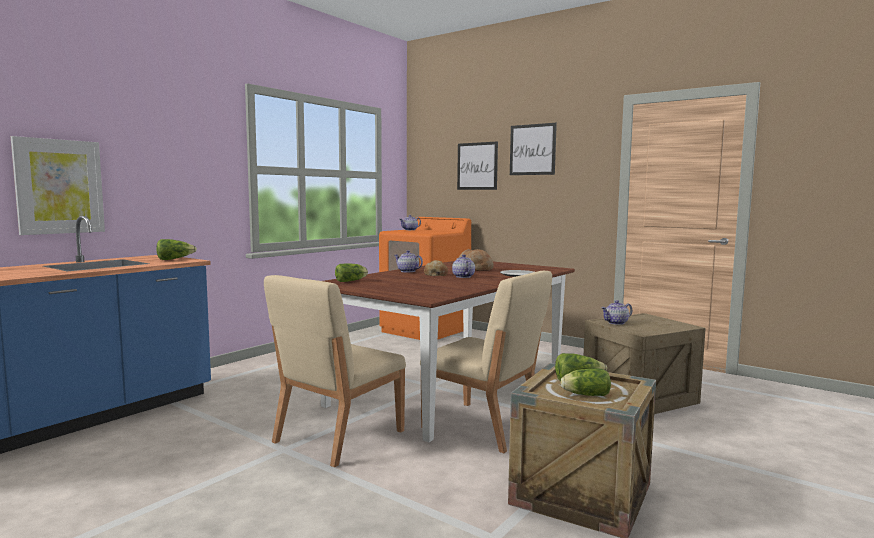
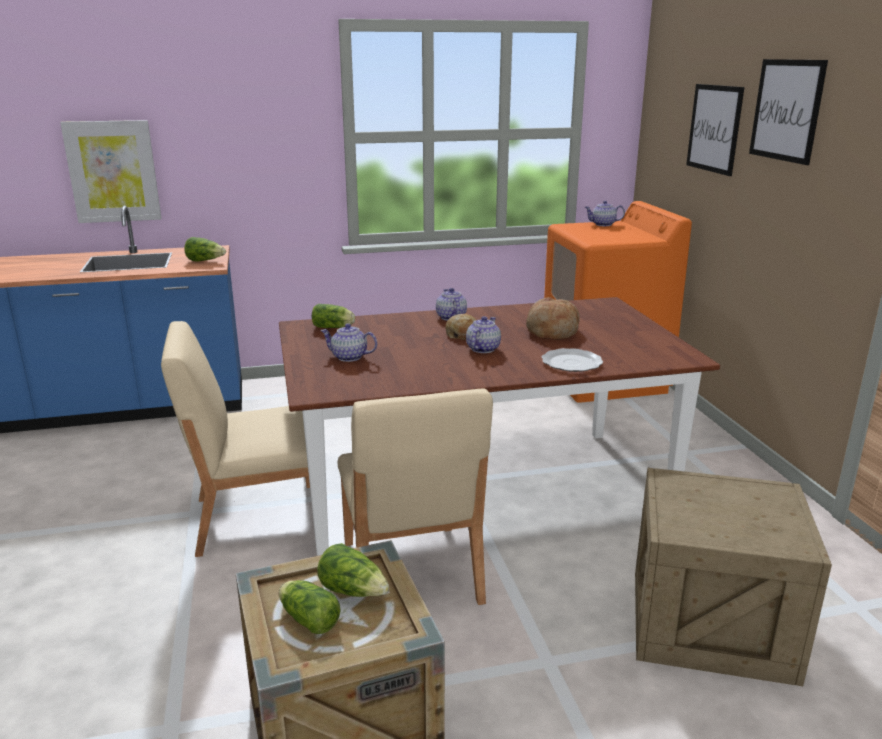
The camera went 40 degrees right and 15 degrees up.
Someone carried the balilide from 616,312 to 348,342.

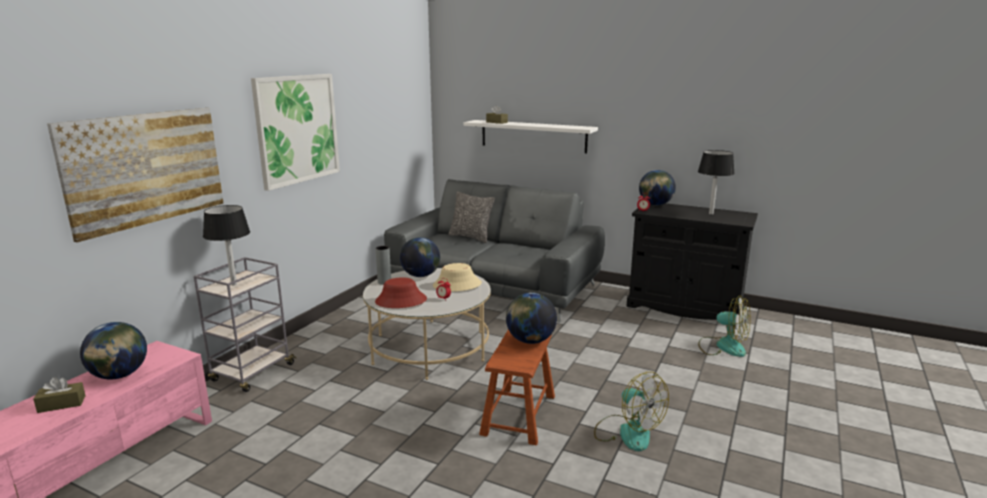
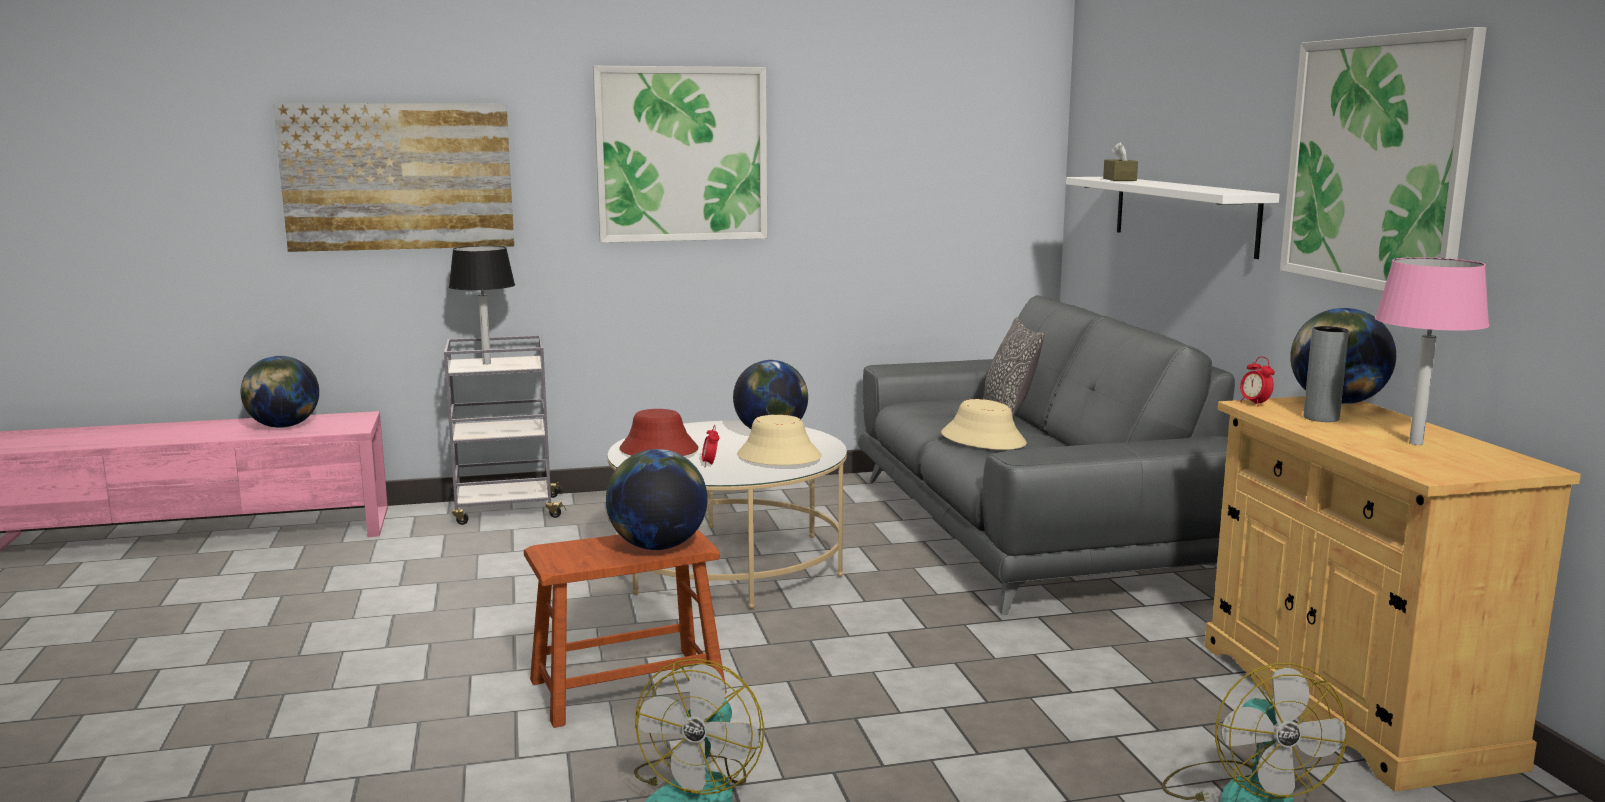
The camera went 50 degrees right and 5 degrees down.
Someone took away the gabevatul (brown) at 59,395.
Someone put down the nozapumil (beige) at 984,424.
Someone put up the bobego at 1383,159.
Someone carried the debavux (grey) from 383,265 to 1326,374.
Someone repainted the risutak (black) at 692,265, which became the risutak (beige) at 1392,593.
Someone repainted the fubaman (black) at 716,182, which became the fubaman (pink) at 1432,351.

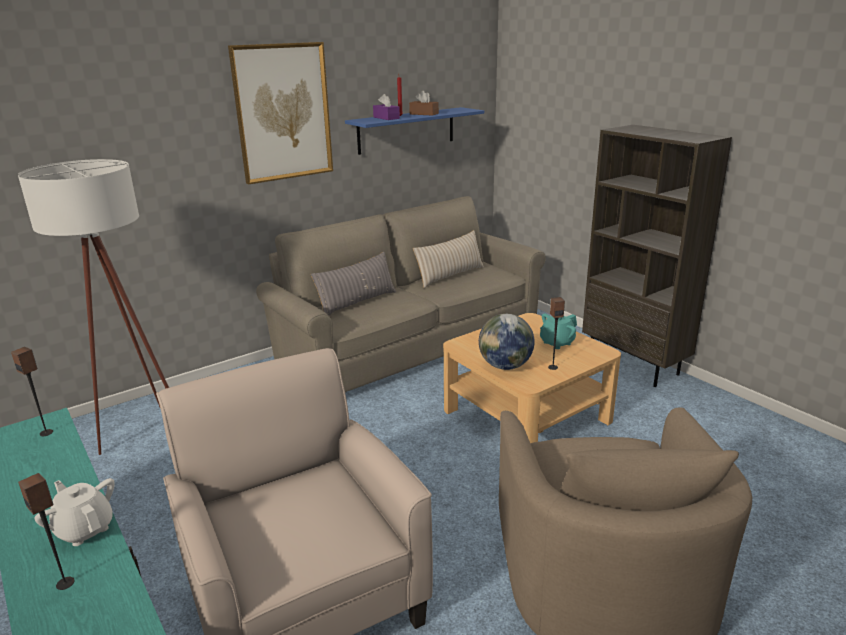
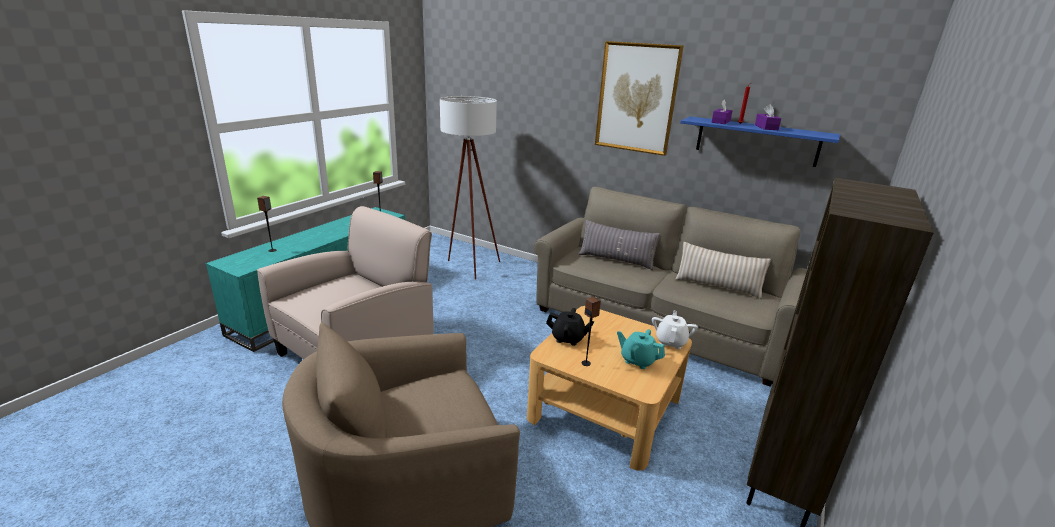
The camera went 65 degrees right and 0 degrees up.
Someone carried the balilide (white) from 75,512 to 675,330.
Someone swapped the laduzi at 507,342 for the balilide (black) at 570,327.
Someone repainted the gabevatul (brown) at 424,103, which became the gabevatul (purple) at 768,117.

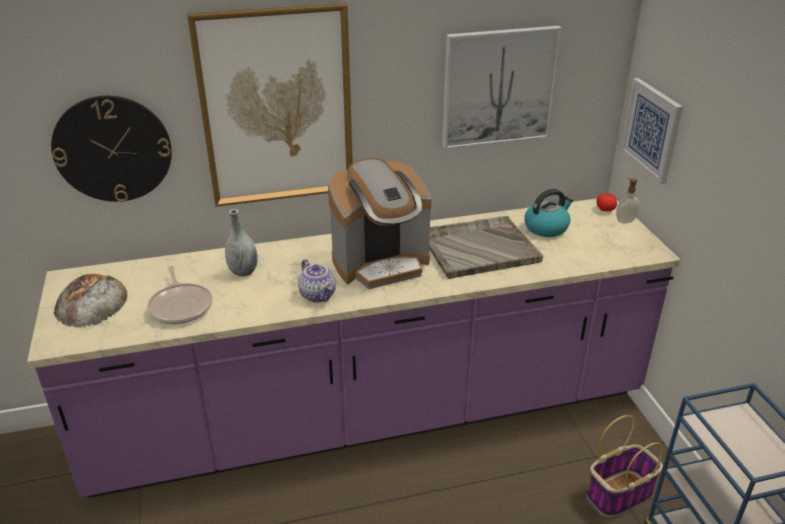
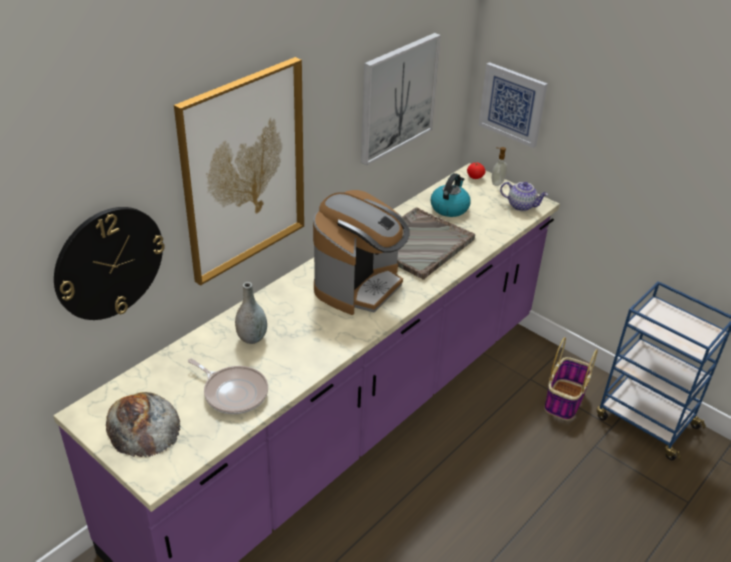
The camera went 35 degrees left and 5 degrees up.
Someone carried the balilide from 317,281 to 524,196.

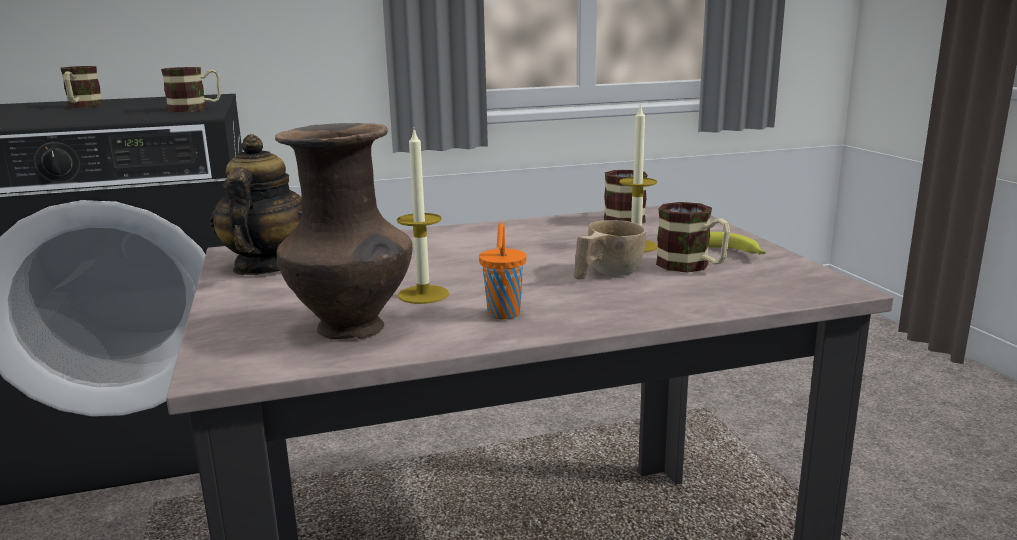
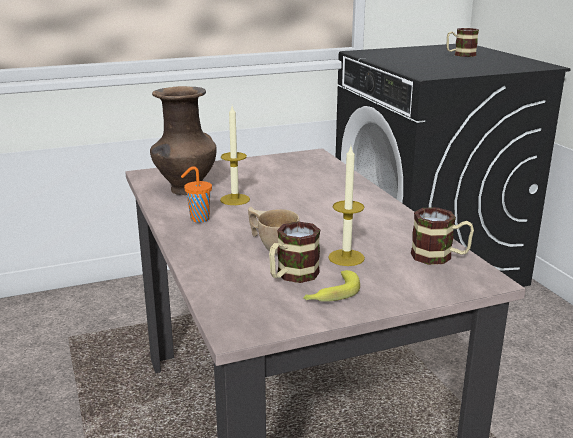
The camera went 85 degrees right and 5 degrees up.
Someone took away the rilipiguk at 191,89.
Someone took away the balilide at 256,204.

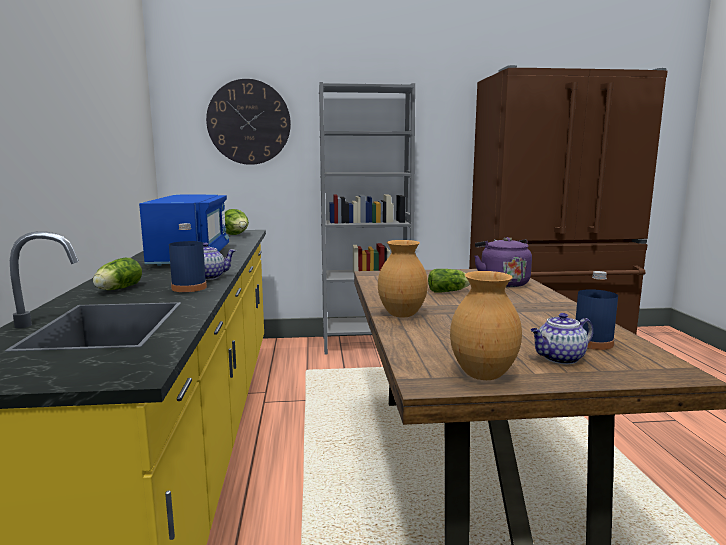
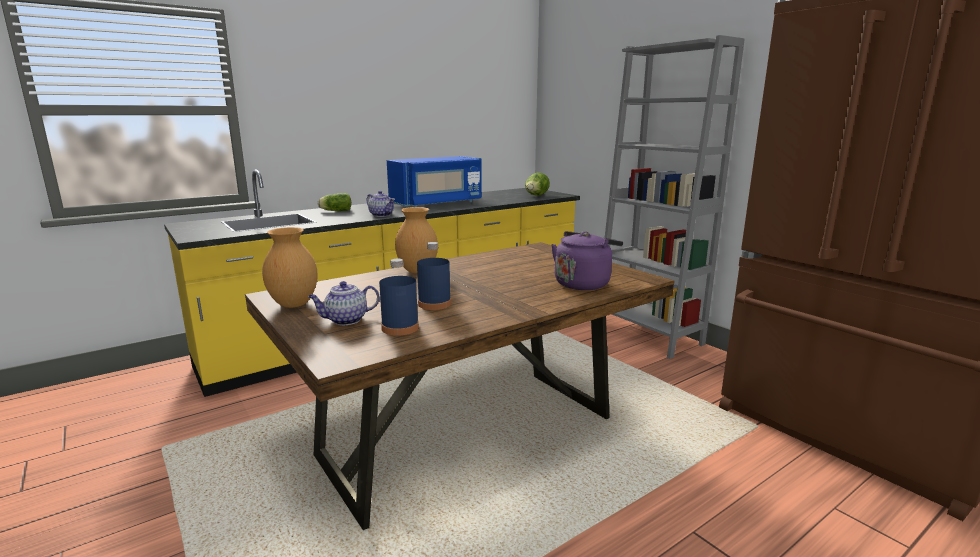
The camera went 60 degrees right and 5 degrees up.
Someone took away the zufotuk at 248,122.
Someone took away the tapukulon at 449,281.
Someone carried the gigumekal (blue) from 188,257 to 434,276.
Someone rotated the balilide at 562,338 by 60 degrees counterclockwise.

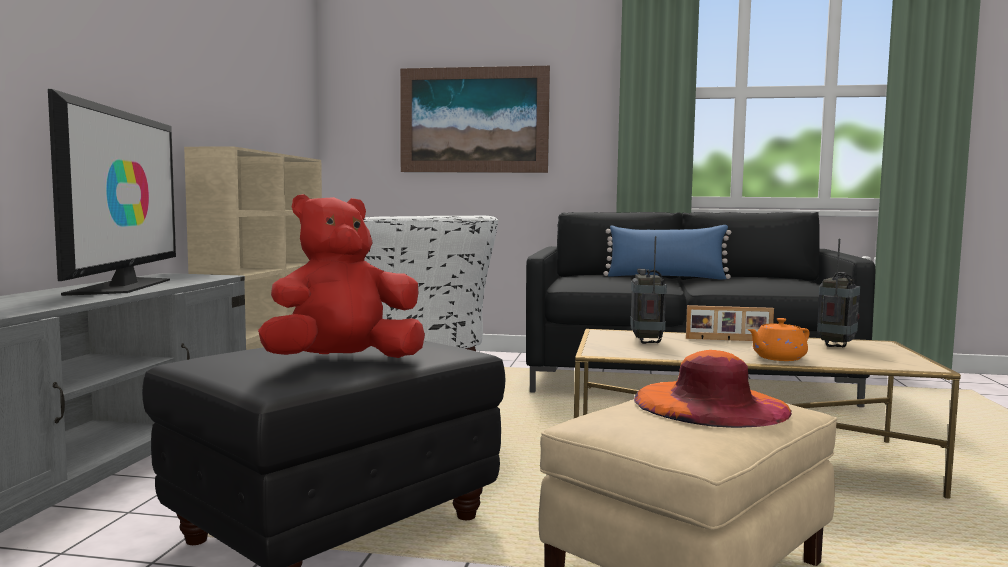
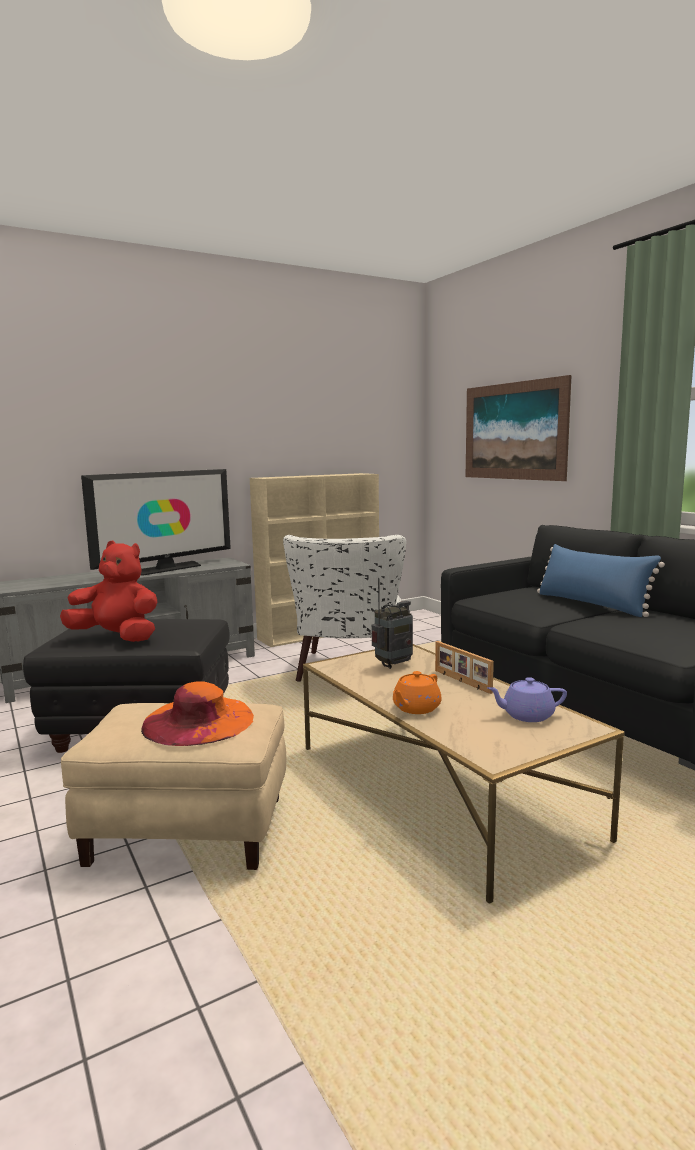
The camera went 50 degrees right and 5 degrees up.
Someone swapped the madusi at 838,293 for the balilide (purple) at 527,699.
Someone rotated the balilide (orange) at 778,339 by 75 degrees counterclockwise.

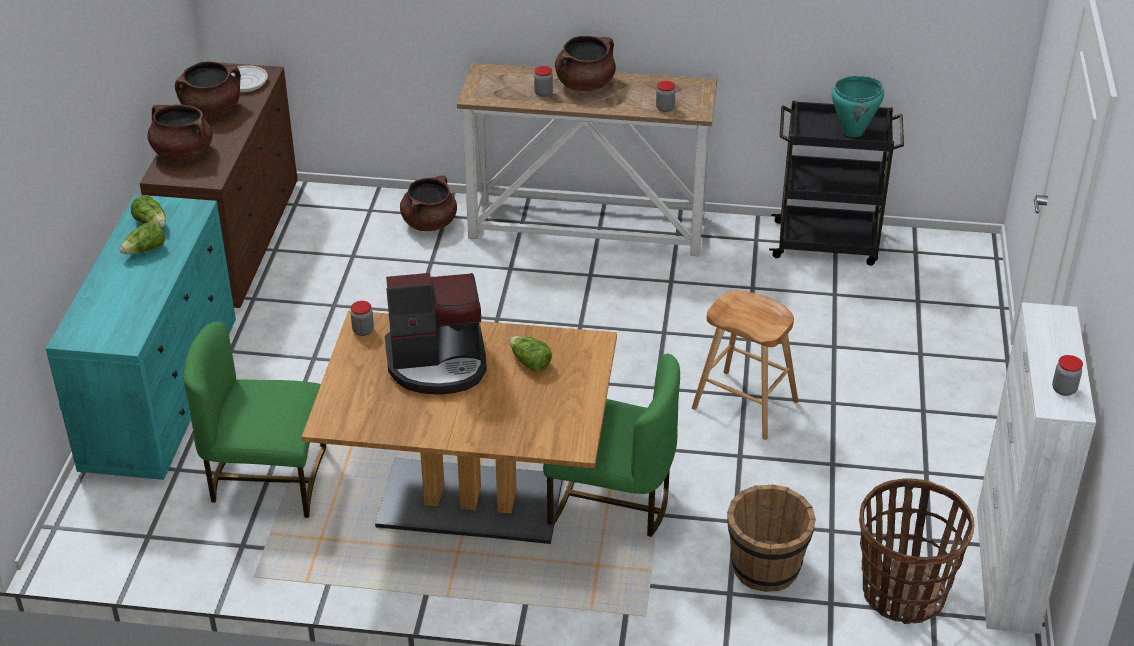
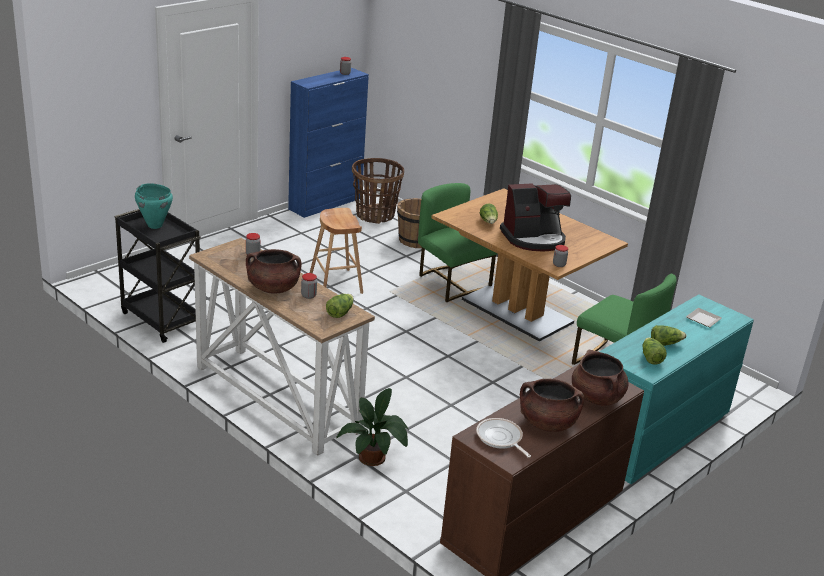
The camera went 145 degrees left and 10 degrees down.
Someone put down the tapukulon at 339,306.
Someone put down the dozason at 704,317.
Someone swapped the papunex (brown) at 428,203 for the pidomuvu at 372,427.
Someone repainted the risutak (white) at 1036,468, which became the risutak (blue) at 328,143.
Someone rotated the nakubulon at 436,334 by 135 degrees clockwise.

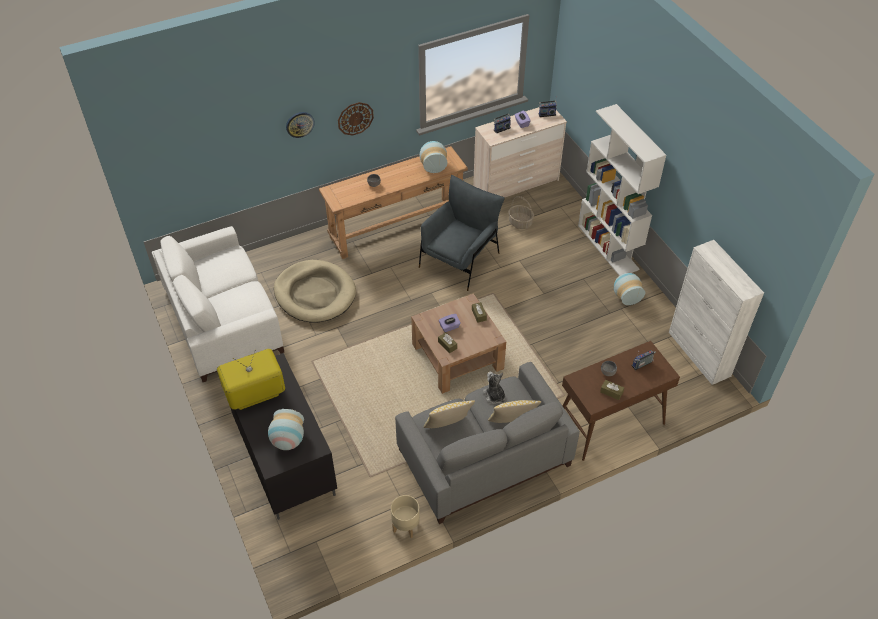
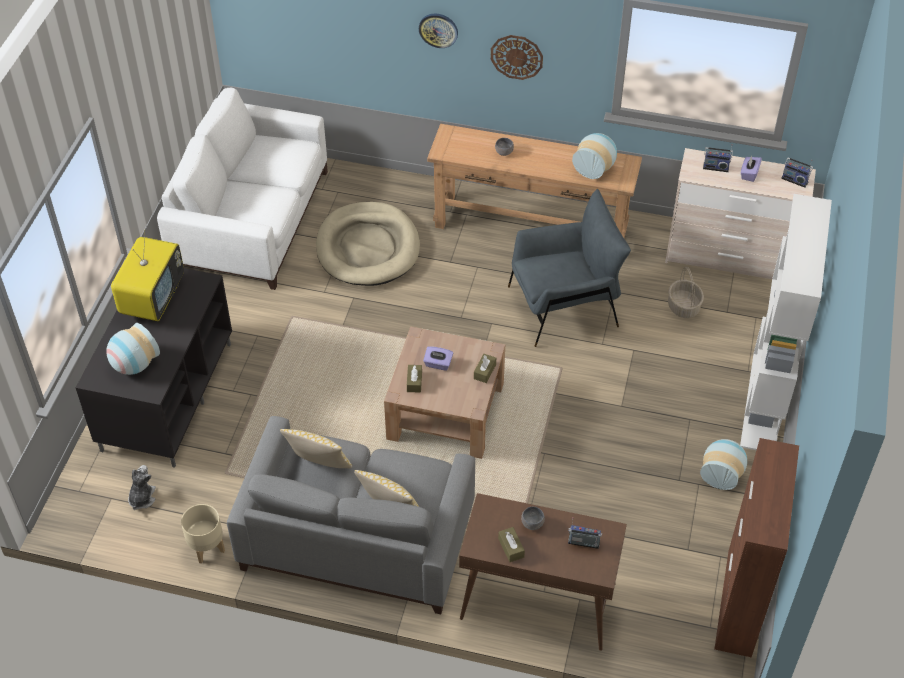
The camera went 40 degrees right and 0 degrees up.
Someone carried the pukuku from 494,388 to 142,487.
Someone repainted the risutak (white) at 716,312, which became the risutak (brown) at 756,547.
Someone rotated the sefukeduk at 251,379 by 90 degrees clockwise.

